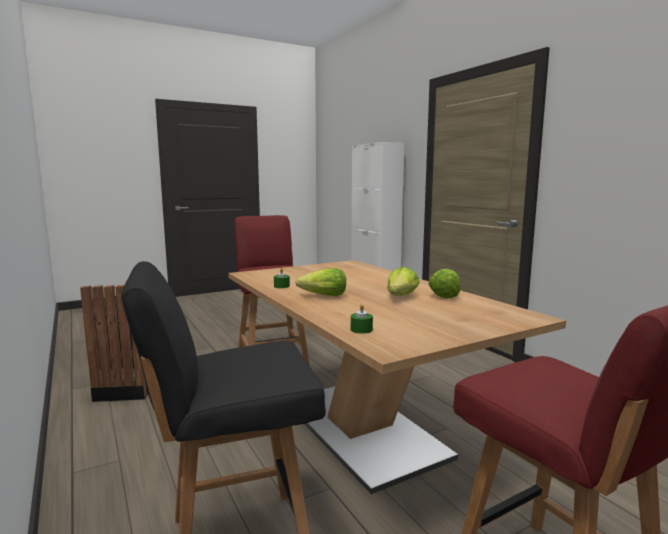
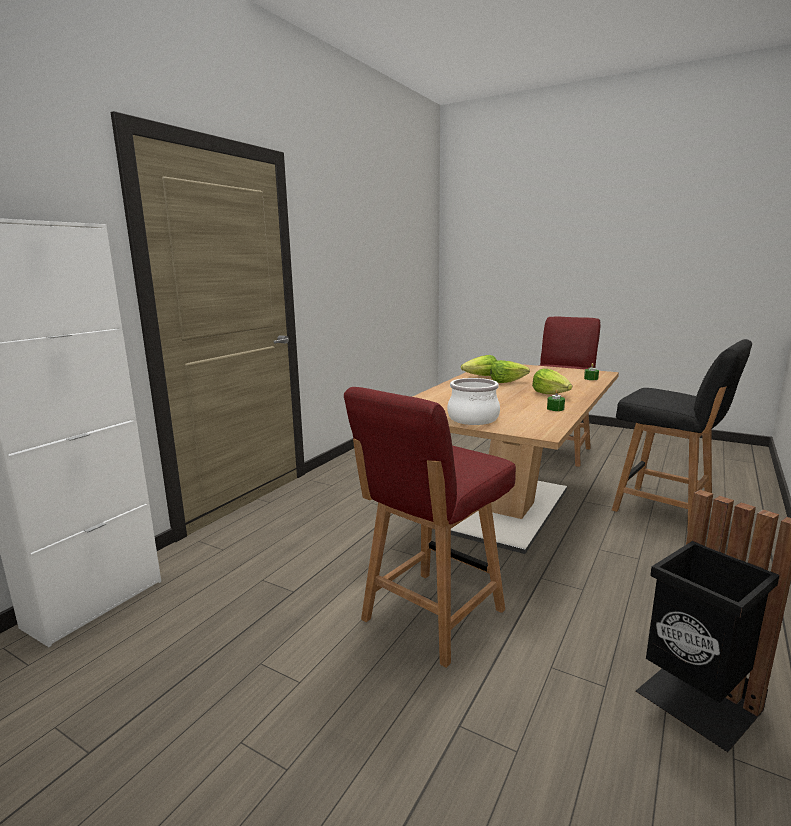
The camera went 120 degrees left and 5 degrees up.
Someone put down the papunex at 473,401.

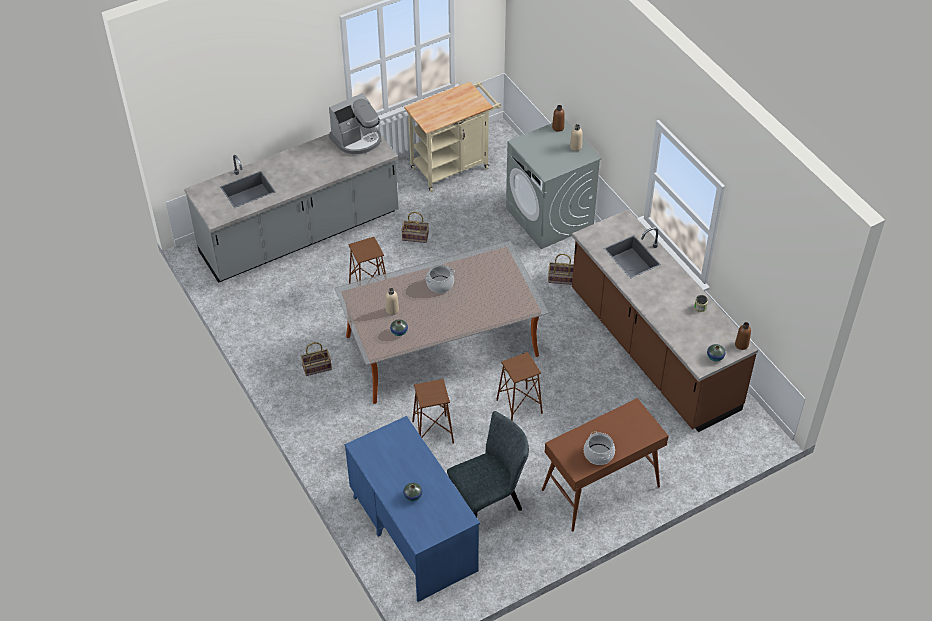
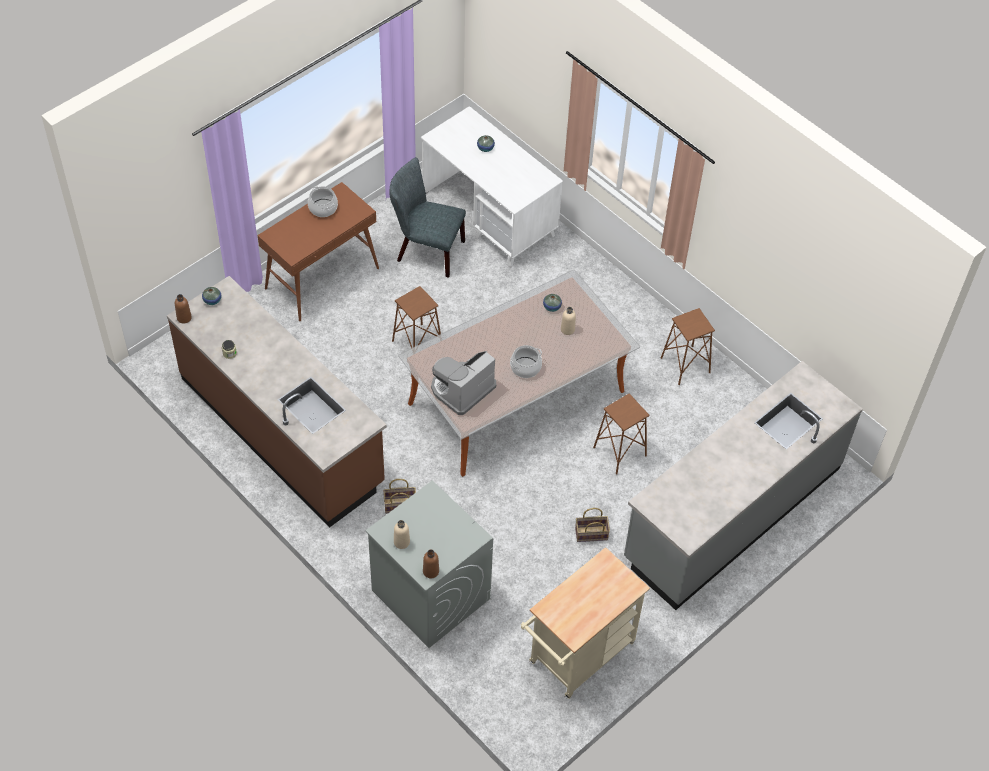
The camera went 165 degrees right and 5 degrees up.
Someone took away the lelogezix at 316,359.
Someone carried the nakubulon from 355,124 to 463,383.
Someone carried the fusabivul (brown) from 433,411 to 688,346.
Someone repainted the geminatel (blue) at 412,509, which became the geminatel (white) at 492,186.
Someone rotated the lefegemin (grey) at 488,464 by 60 degrees clockwise.

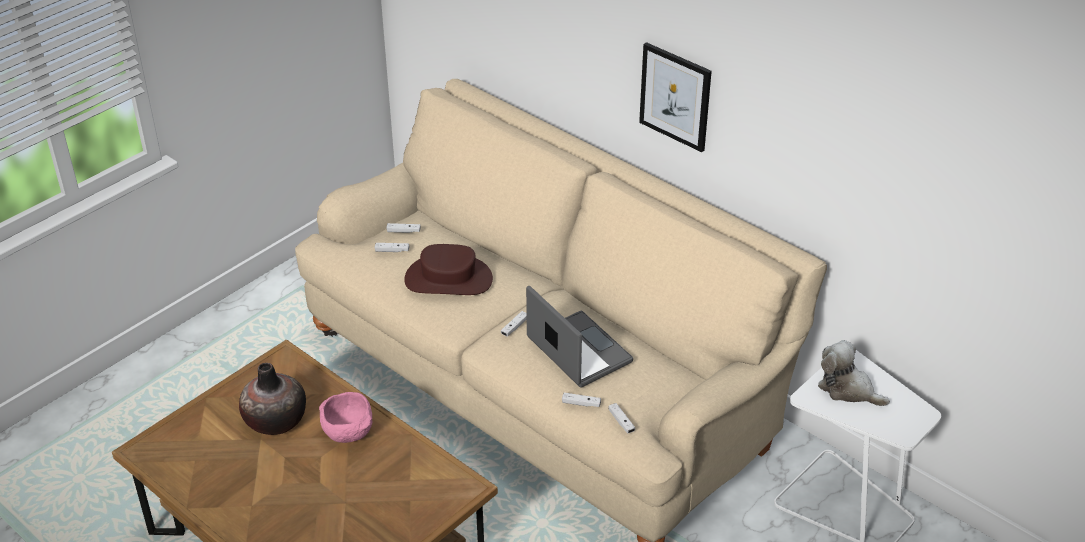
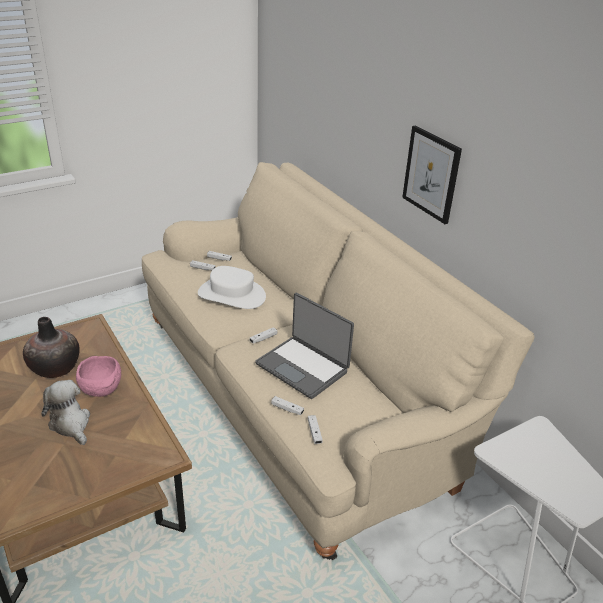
The camera went 15 degrees right and 5 degrees down.
Someone carried the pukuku from 854,373 to 65,412.
Someone repainted the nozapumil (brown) at 448,269, which became the nozapumil (white) at 232,287.
Someone rotated the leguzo at 579,337 by 150 degrees clockwise.

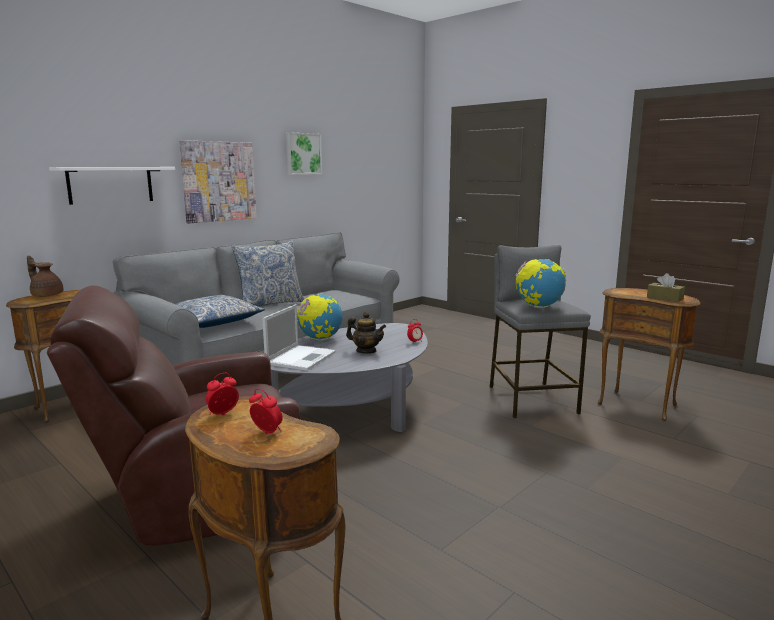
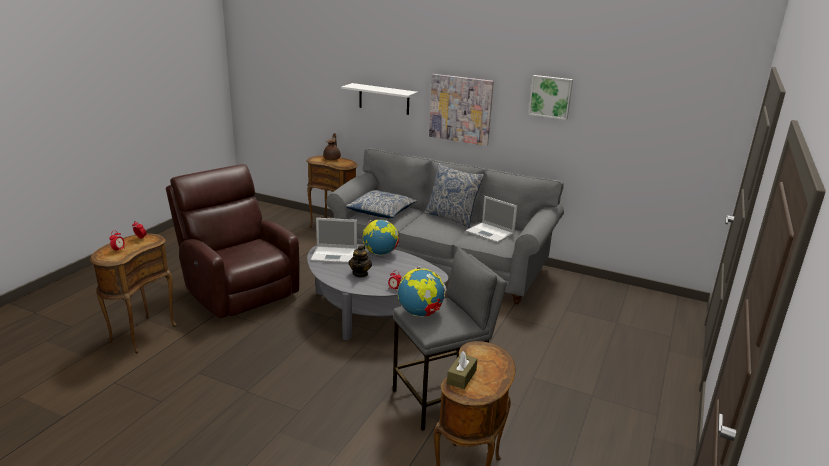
The camera went 70 degrees right and 10 degrees up.
Someone put down the leguzo at 491,219.

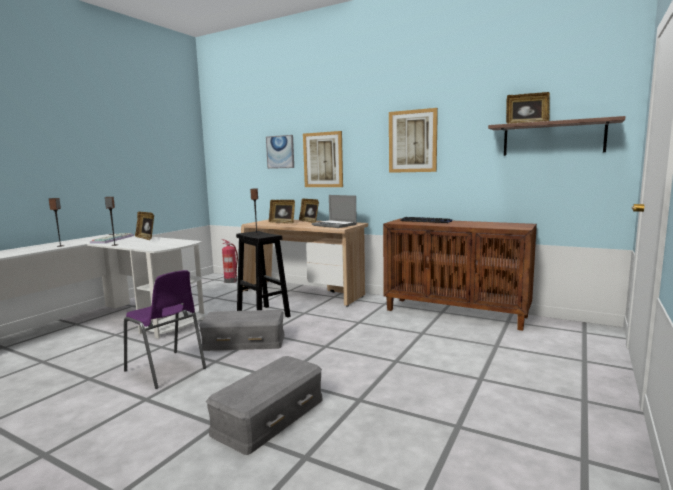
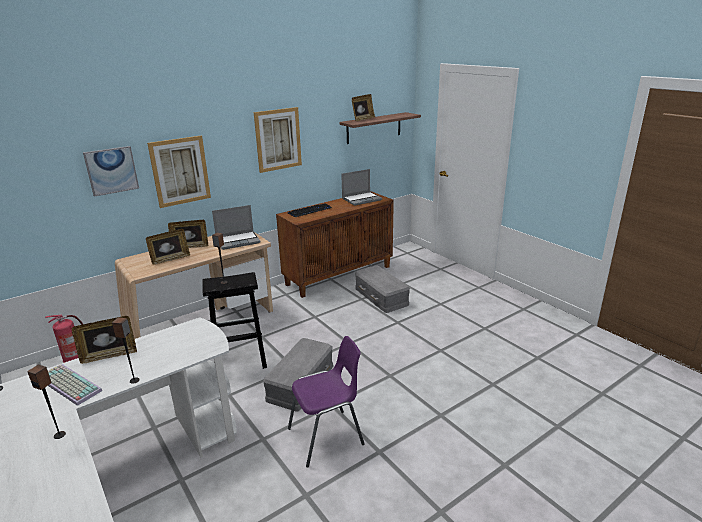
The camera went 65 degrees left and 15 degrees up.
Someone put down the leguzo at 361,187.
Someone carried the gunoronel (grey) from 264,405 to 382,289.

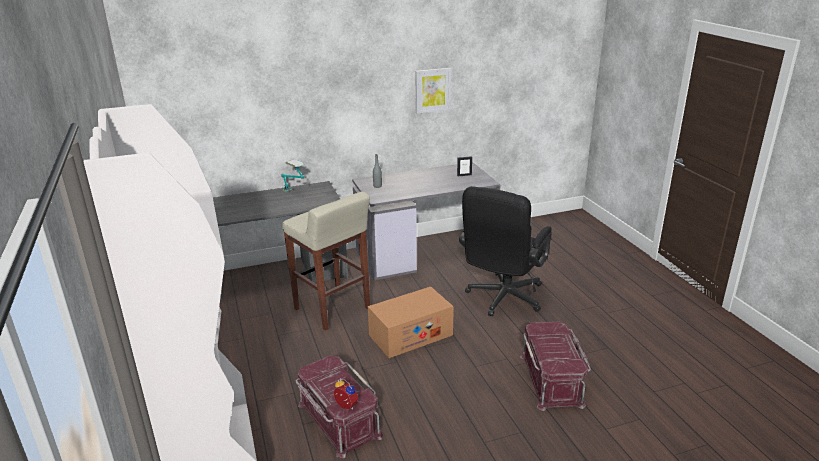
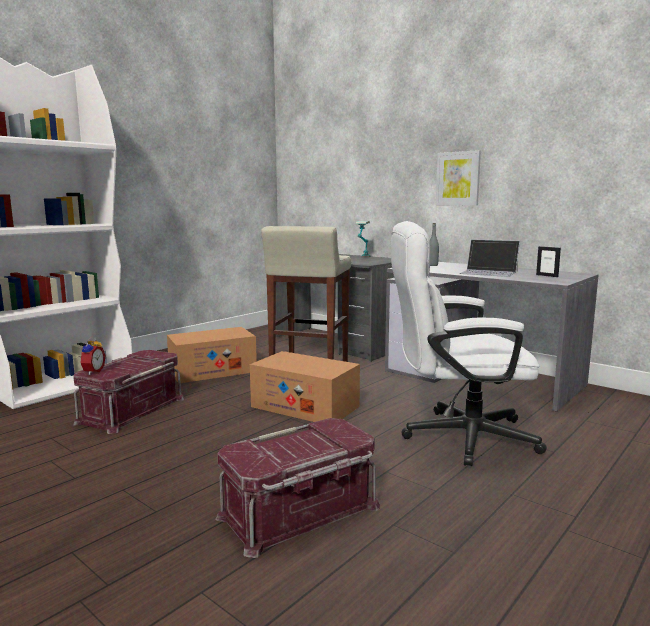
The camera went 60 degrees right and 15 degrees down.
Someone put down the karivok at 212,355.
Someone put down the leguzo at 489,258.
Someone carried the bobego from 433,91 to 458,177.
Someone repainted the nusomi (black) at 505,251, which became the nusomi (white) at 469,343.

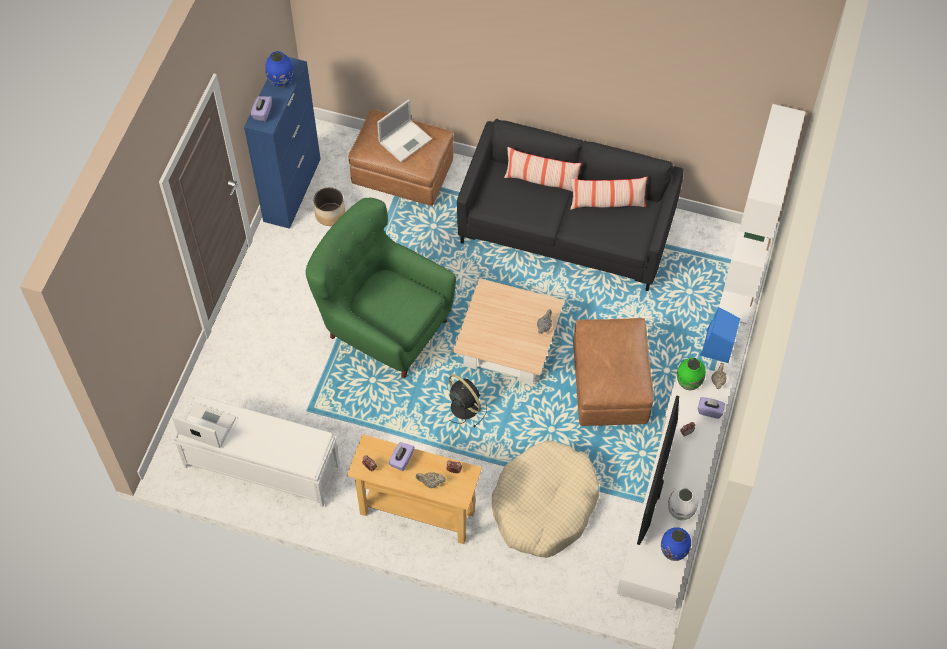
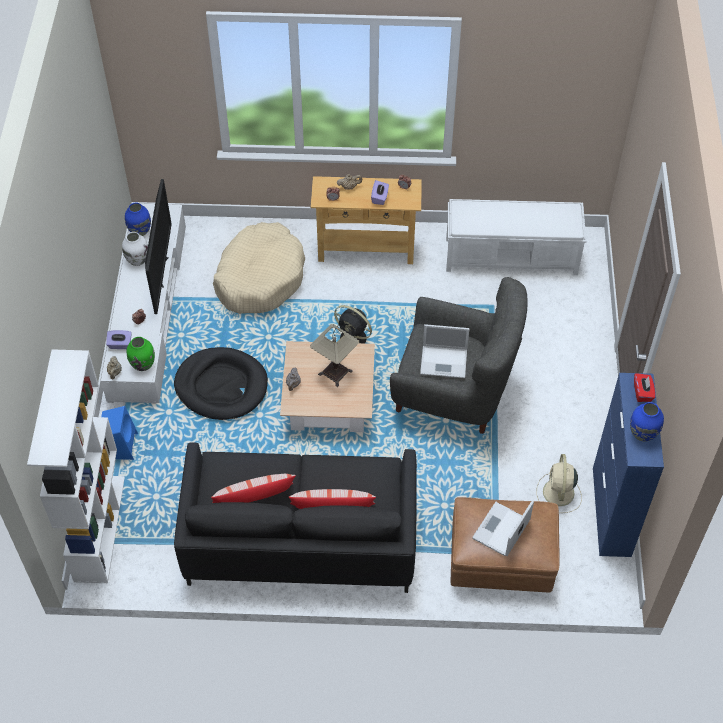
The camera went 165 degrees right and 5 degrees down.
Someone put down the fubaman at 334,355.
Someone carried the leguzo from 204,425 to 445,351.
Someone swapped the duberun at 329,206 for the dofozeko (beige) at 559,483.
Someone swapped the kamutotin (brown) at 613,372 for the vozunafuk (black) at 221,383.
Someone repainted the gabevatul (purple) at 261,108, which became the gabevatul (red) at 644,387.
Someone repainted the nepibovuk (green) at 381,288, which became the nepibovuk (grey) at 459,355.

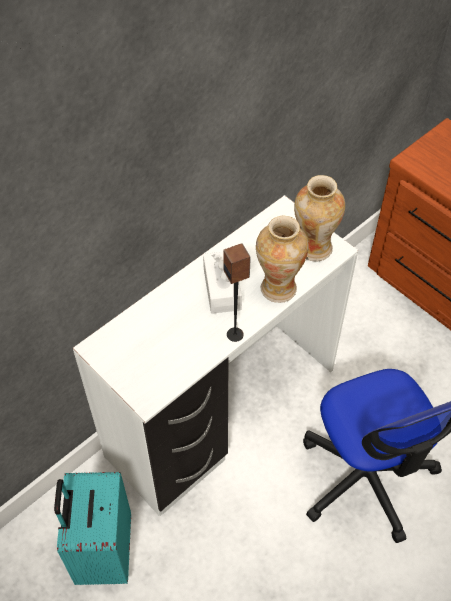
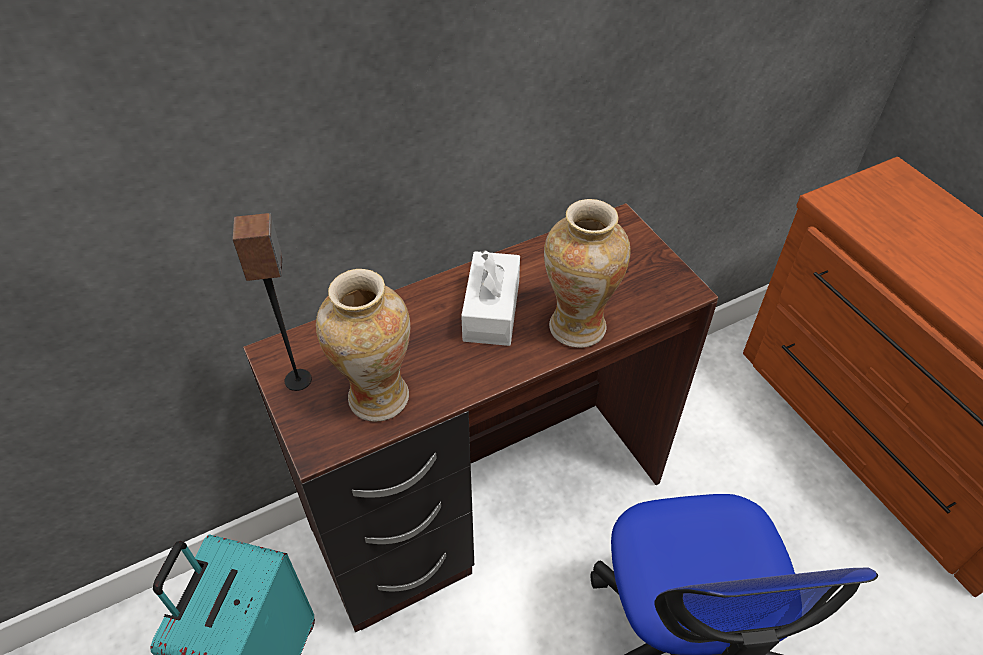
The camera went 15 degrees right and 5 degrees down.
Someone carried the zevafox from 237,292 to 272,302.
Someone carried the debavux from 319,218 to 363,345.
Someone repainted the geminatel (white) at 215,355, which became the geminatel (brown) at 480,417.

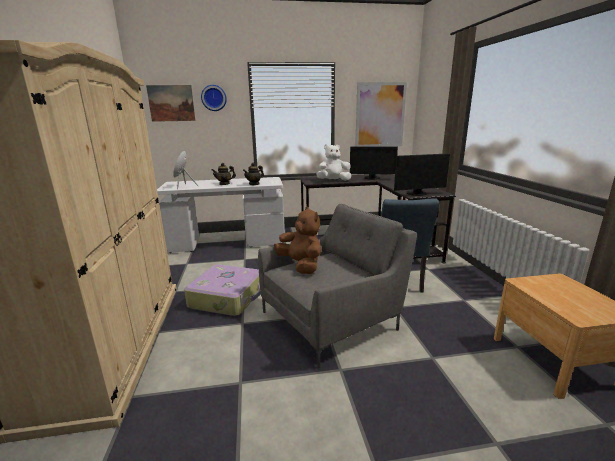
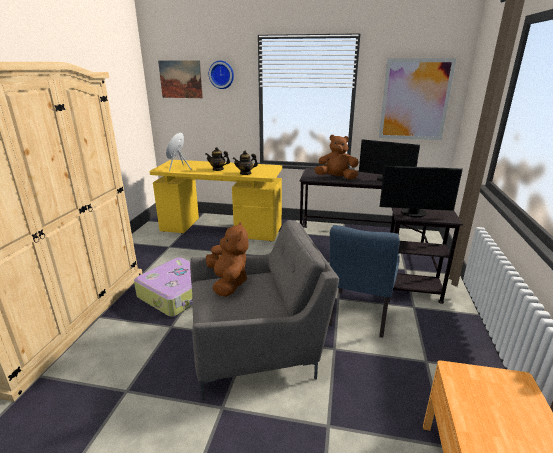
The camera went 20 degrees right and 5 degrees up.
Someone repainted the geminatel (white) at 221,215, which became the geminatel (yellow) at 215,200.
Someone repainted the pukuku (white) at 333,162, which became the pukuku (brown) at 336,157.

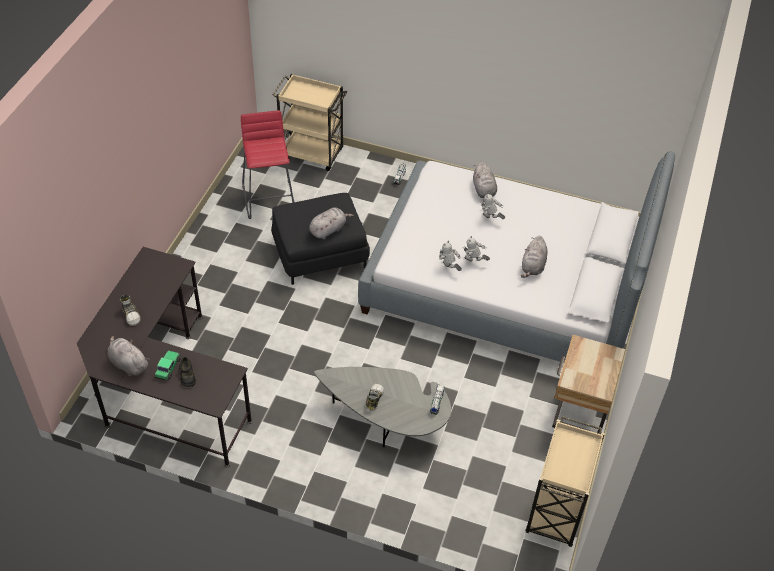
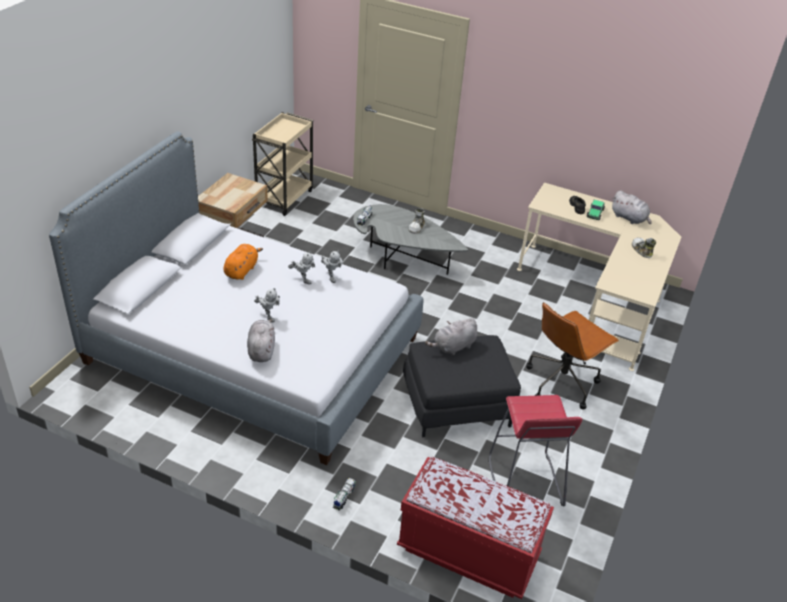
The camera went 175 degrees left and 10 degrees down.
Someone put down the nusomi (brown) at 572,356.
Someone swapped the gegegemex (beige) at 309,122 for the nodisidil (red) at 475,528.
Someone repainted the geminatel (black) at 164,357, which became the geminatel (beige) at 599,277.
Someone repainted the pukuku (grey) at 534,257, which became the pukuku (orange) at 243,262.

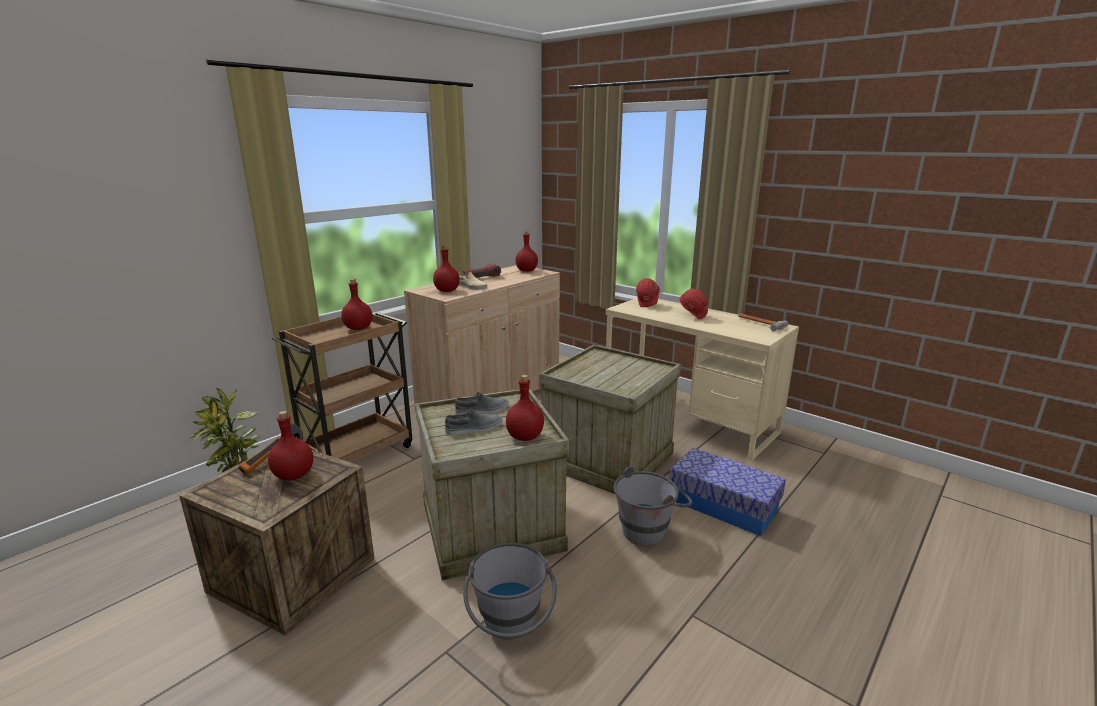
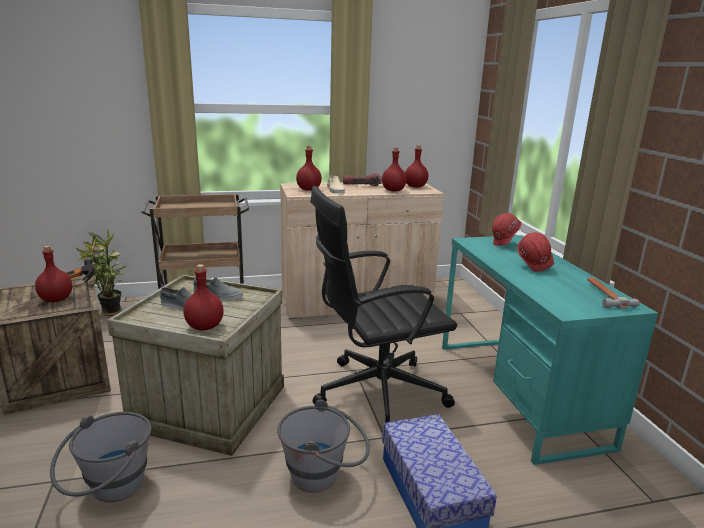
The camera went 35 degrees right and 0 degrees up.
Someone carried the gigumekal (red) from 357,304 to 394,169.
Someone swapped the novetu at 610,419 for the nusomi (black) at 383,307.
Someone repainted the geminatel (beige) at 702,379, which became the geminatel (turquoise) at 550,350.

